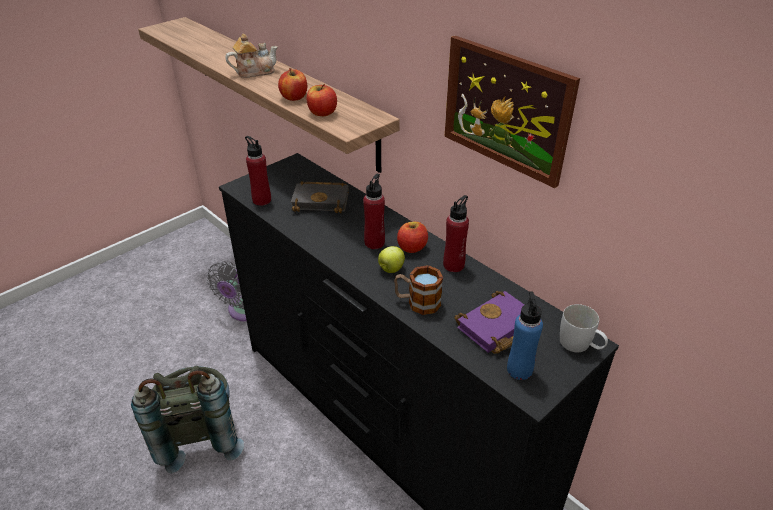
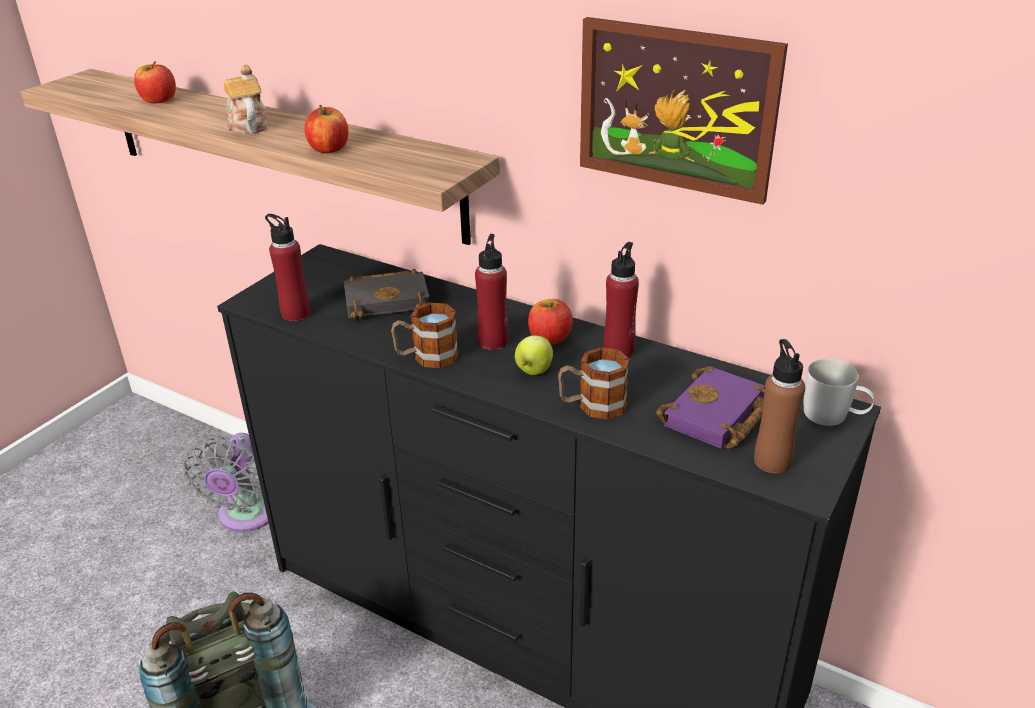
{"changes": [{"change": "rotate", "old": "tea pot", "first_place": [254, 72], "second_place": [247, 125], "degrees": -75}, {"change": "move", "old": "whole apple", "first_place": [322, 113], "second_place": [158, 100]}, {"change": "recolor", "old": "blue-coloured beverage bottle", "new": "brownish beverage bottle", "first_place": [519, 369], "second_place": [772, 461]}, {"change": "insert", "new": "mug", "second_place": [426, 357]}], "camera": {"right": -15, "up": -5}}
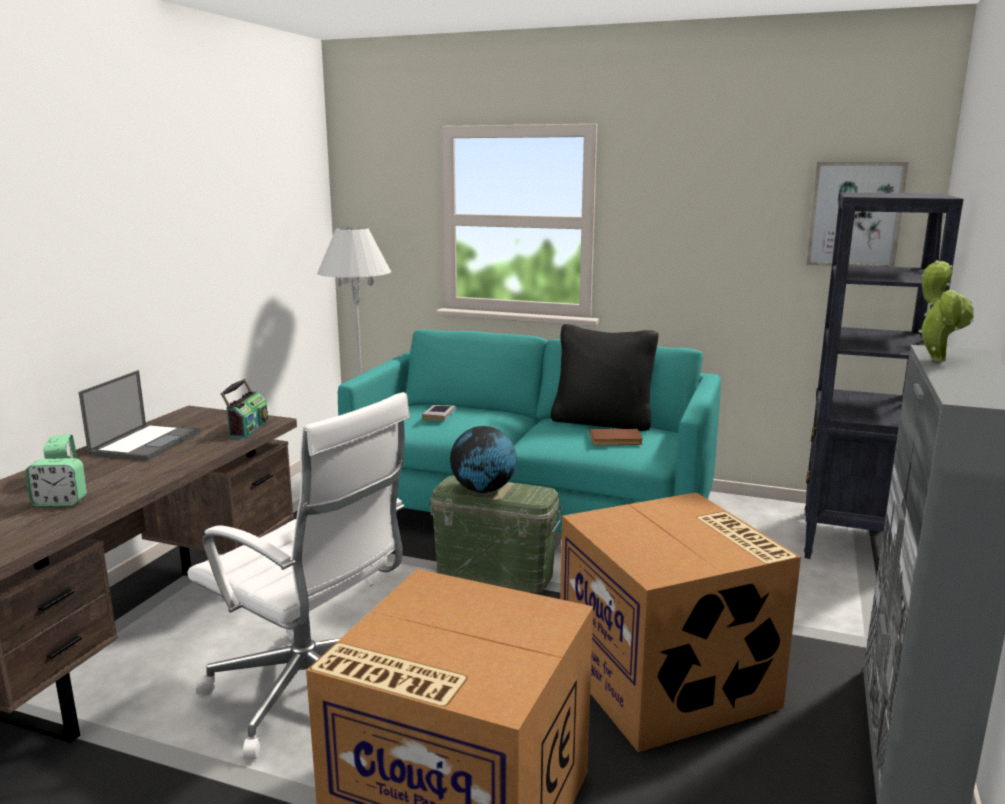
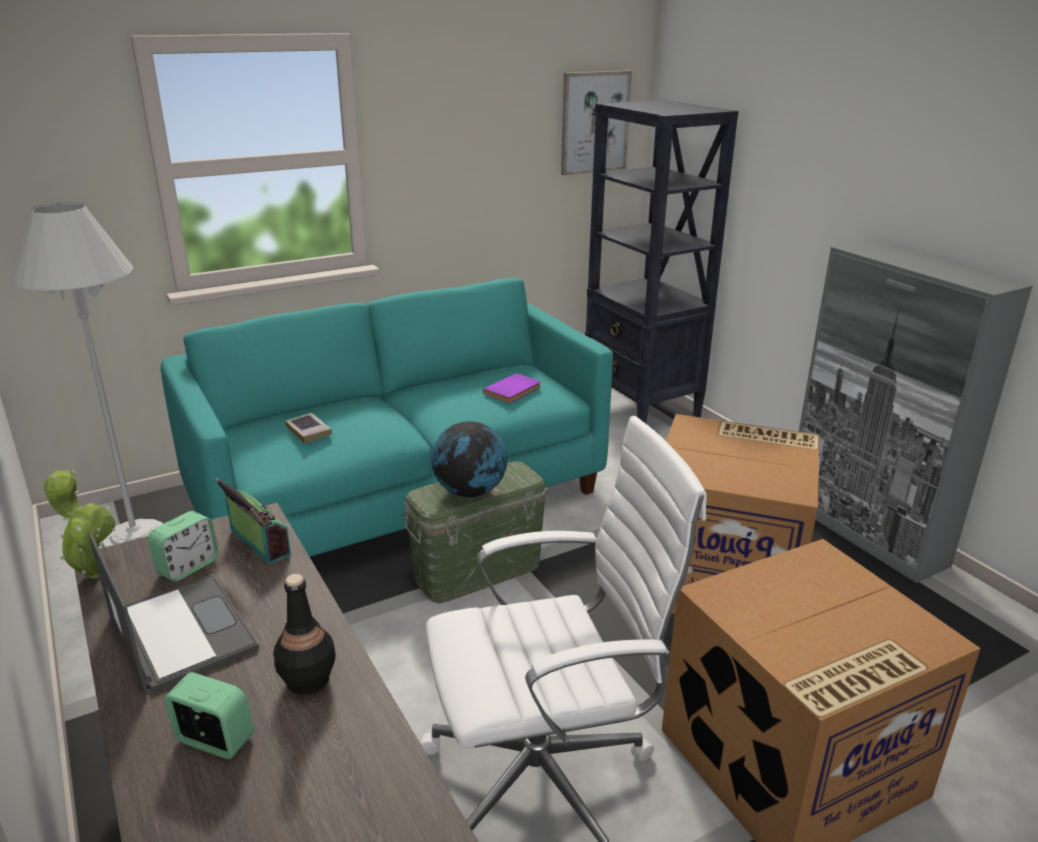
{"changes": [{"change": "move", "old": "alarm clock", "first_place": [60, 502], "second_place": [188, 567]}, {"change": "delete", "old": "blackish throw pillow", "first_place": [602, 422]}, {"change": "recolor", "old": "brownish volume", "new": "purple volume", "first_place": [616, 440], "second_place": [514, 391]}, {"change": "move", "old": "potted plant", "first_place": [936, 359], "second_place": [92, 572]}, {"change": "insert", "new": "blackish beverage bottle", "second_place": [308, 681]}], "camera": {"right": -50, "up": 10}}
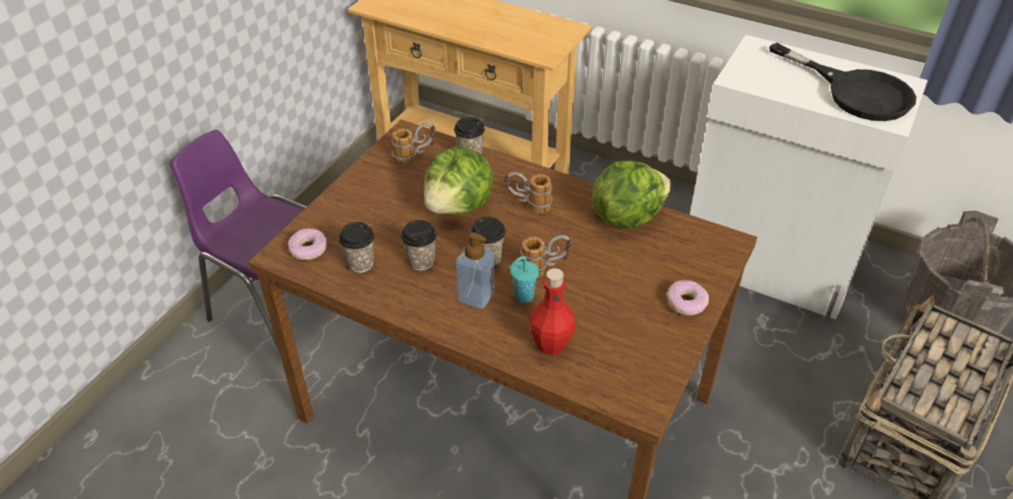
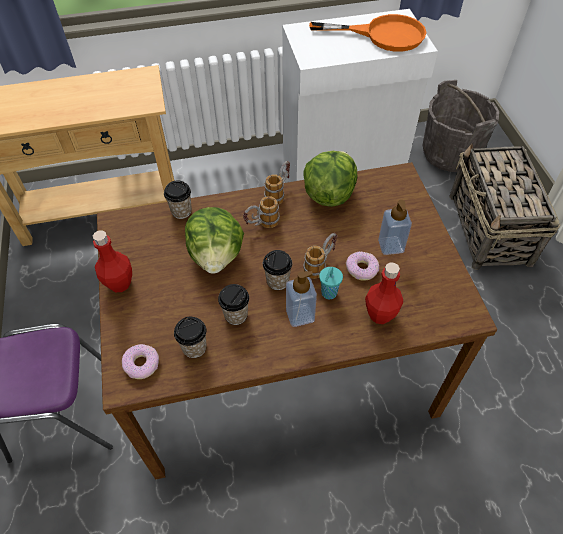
{"changes": [{"change": "move", "old": "mug", "first_place": [415, 157], "second_place": [279, 193]}, {"change": "move", "old": "ring doughnut", "first_place": [686, 302], "second_place": [362, 269]}, {"change": "recolor", "old": "blackish pan", "new": "orange-coloured pan", "first_place": [855, 92], "second_place": [383, 35]}, {"change": "insert", "new": "red beverage bottle", "second_place": [119, 283]}, {"change": "insert", "new": "soap bottle", "second_place": [391, 246]}], "camera": {"right": -40, "up": 10}}
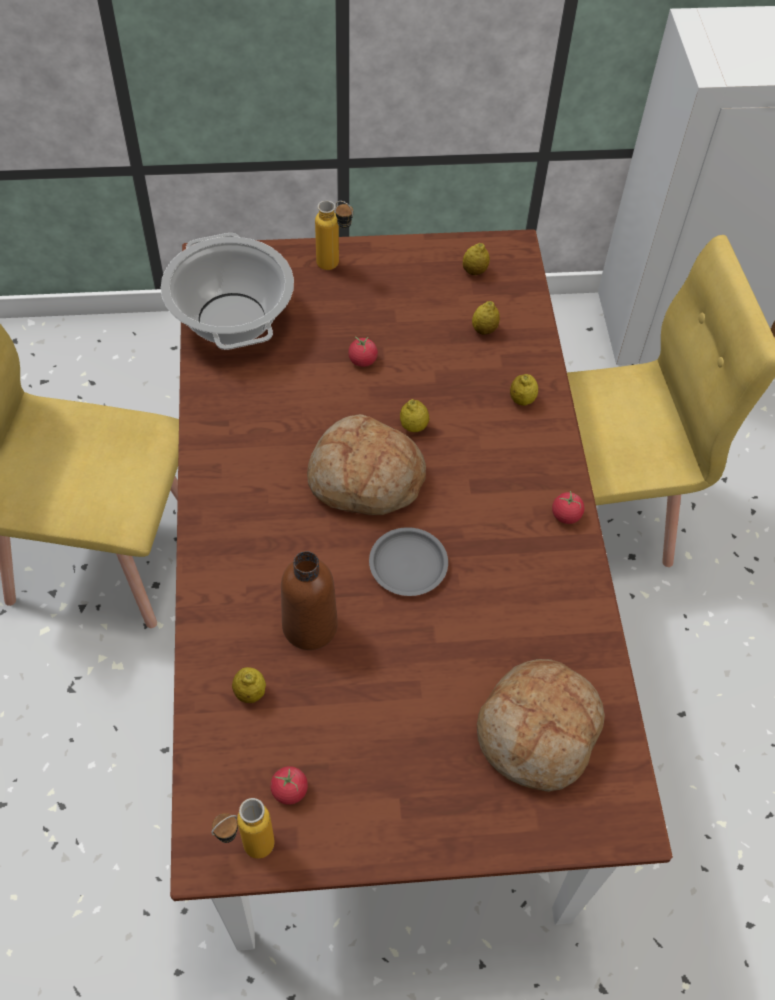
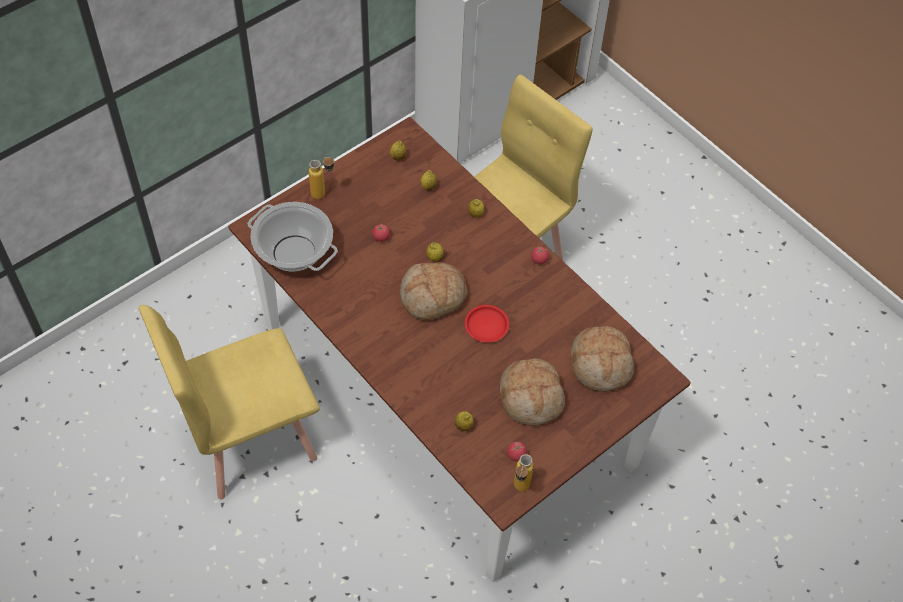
{"changes": [{"change": "delete", "old": "brownish beverage bottle", "first_place": [310, 626]}, {"change": "recolor", "old": "grey plate", "new": "red plate", "first_place": [408, 564], "second_place": [486, 325]}, {"change": "insert", "new": "bread", "second_place": [531, 397]}], "camera": {"right": -35, "up": 0}}
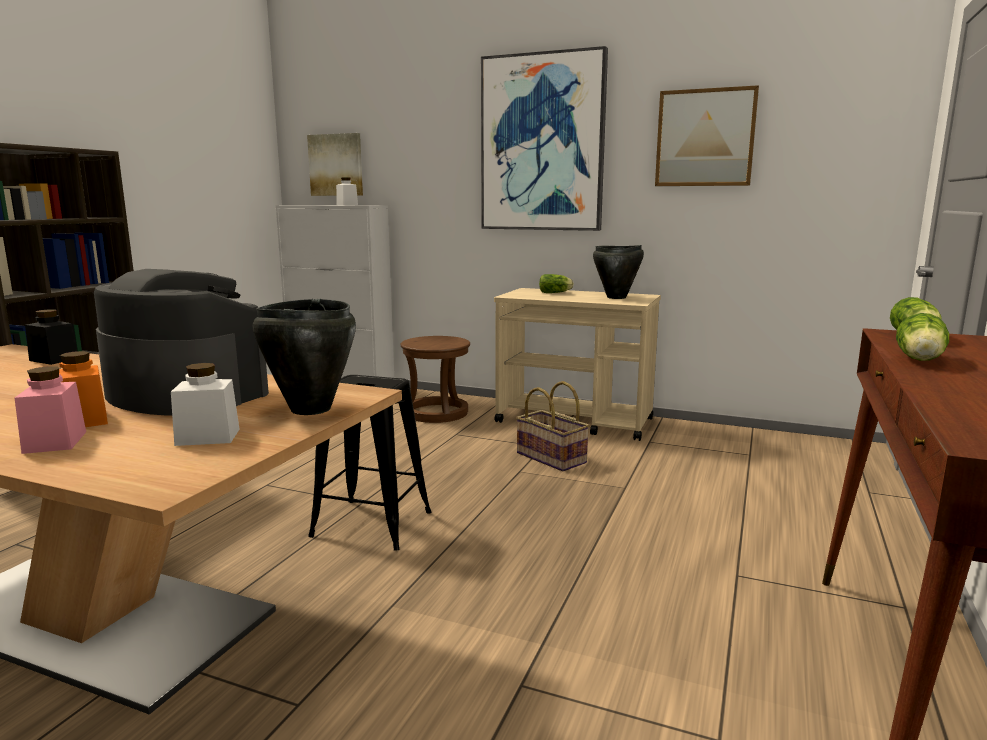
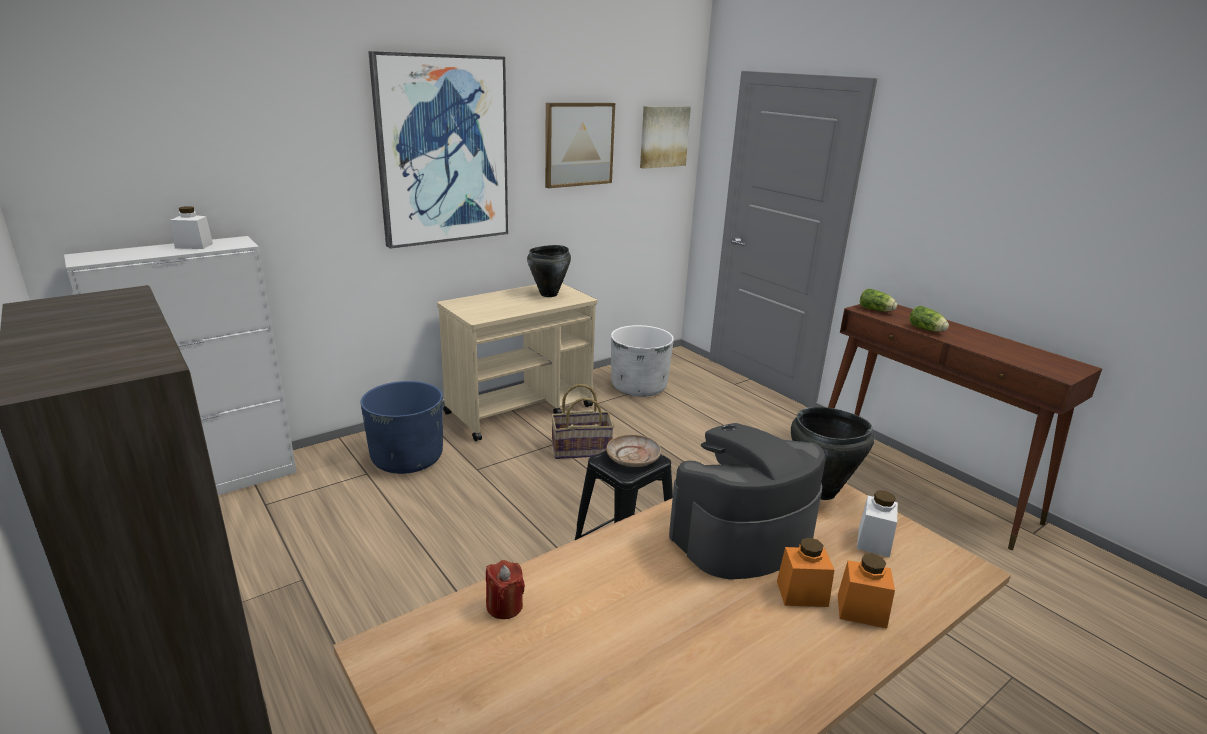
{"changes": [{"change": "recolor", "old": "pink jar", "new": "orange-coloured jar", "first_place": [55, 442], "second_place": [861, 611]}, {"change": "replace", "old": "blackish jar", "new": "red candle", "first_place": [54, 359], "second_place": [504, 606]}, {"change": "move", "old": "wall art", "first_place": [336, 165], "second_place": [663, 136]}, {"change": "replace", "old": "brownish stool seat", "new": "blue-coloured plant pot", "first_place": [437, 413], "second_place": [407, 458]}, {"change": "delete", "old": "lettuce head", "first_place": [556, 293]}, {"change": "insert", "new": "beige-coloured plate", "second_place": [633, 457]}, {"change": "insert", "new": "white-coloured plant pot", "second_place": [638, 387]}], "camera": {"right": -60, "up": 10}}
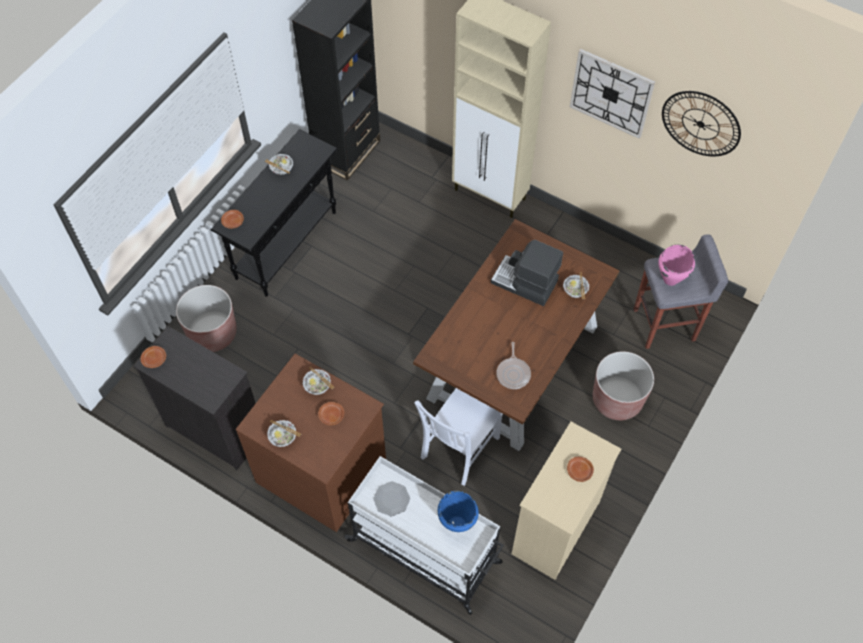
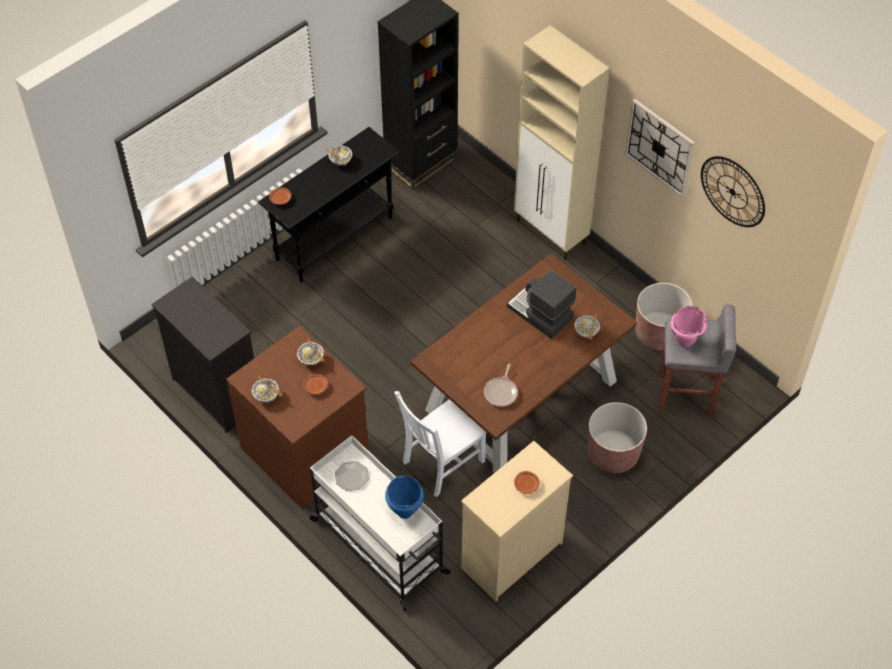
{"changes": [{"change": "delete", "old": "brownish plate", "first_place": [154, 359]}, {"change": "move", "old": "brownish plant pot", "first_place": [212, 333], "second_place": [659, 333]}], "camera": {"right": 15, "up": -5}}
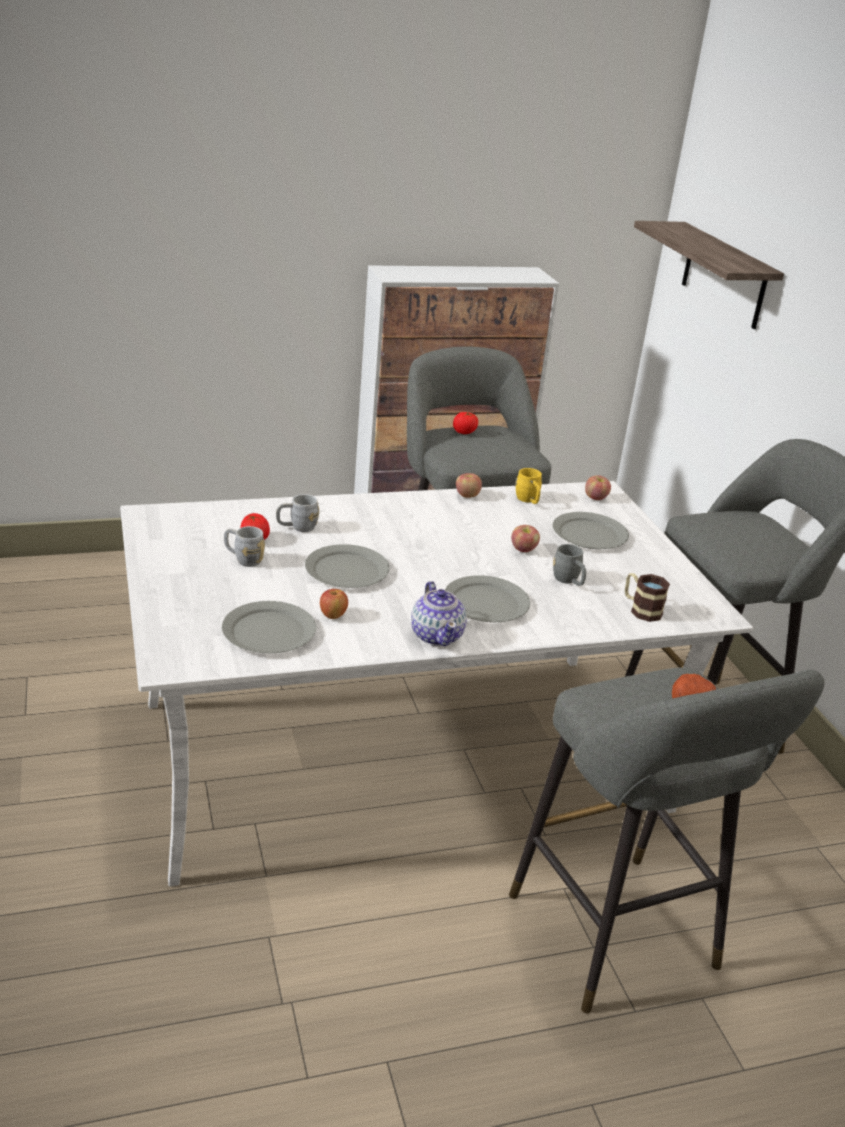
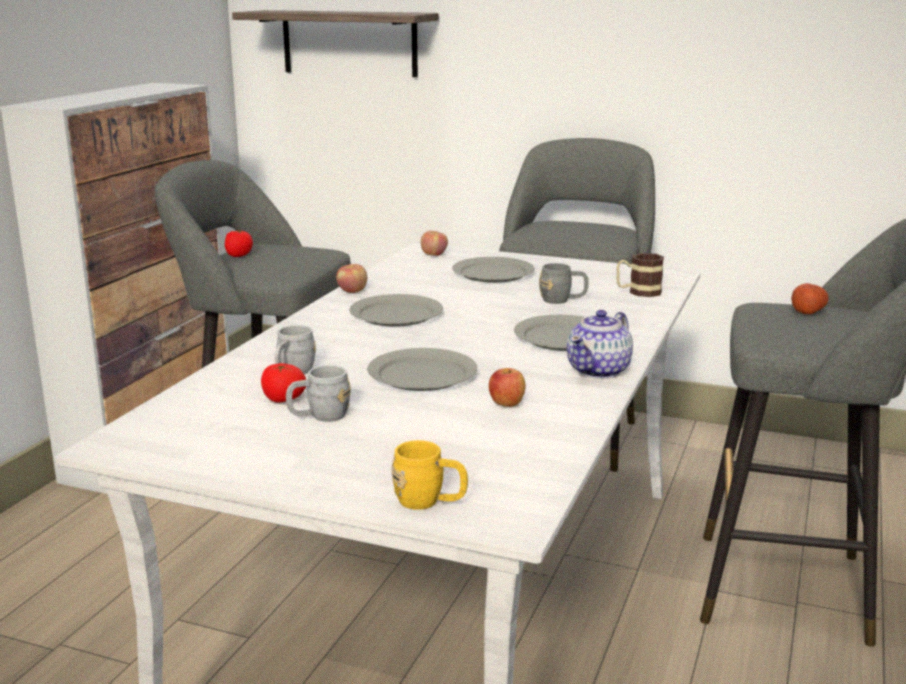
{"changes": [{"change": "move", "old": "grey plate", "first_place": [269, 631], "second_place": [396, 314]}, {"change": "rotate", "old": "tea pot", "first_place": [437, 635], "second_place": [599, 370], "degrees": 105}, {"change": "delete", "old": "whole apple", "first_place": [523, 549]}, {"change": "move", "old": "yellow mug", "first_place": [528, 500], "second_place": [429, 502]}], "camera": {"right": -50, "up": -10}}
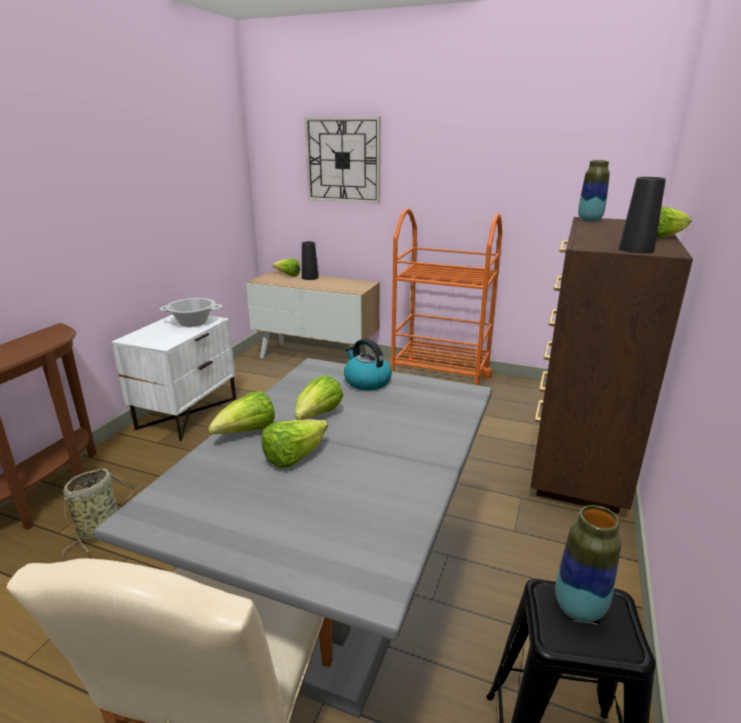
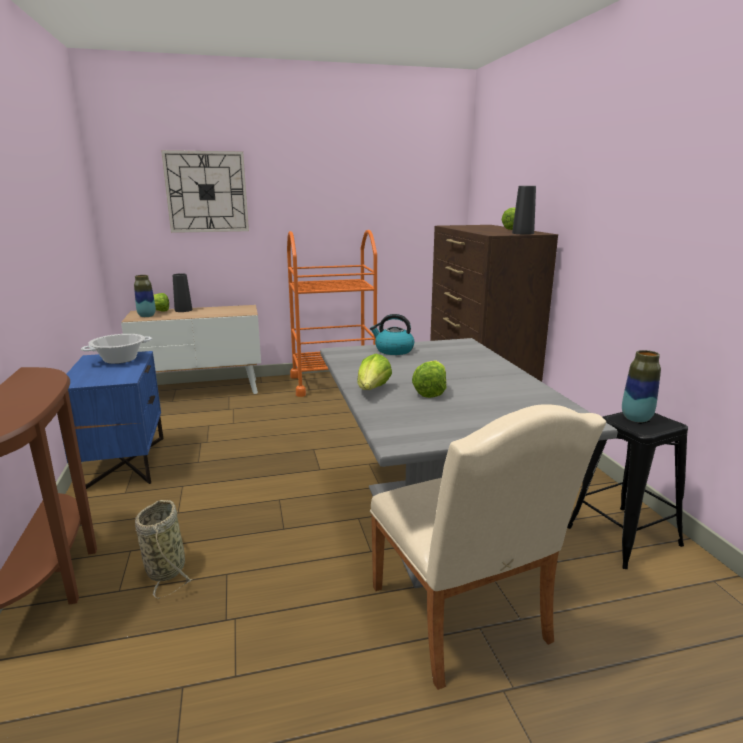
{"changes": [{"change": "recolor", "old": "white-coloured night table", "new": "blue-coloured night table", "first_place": [187, 413], "second_place": [124, 462]}, {"change": "delete", "old": "lettuce head", "first_place": [318, 416]}, {"change": "move", "old": "vase", "first_place": [589, 220], "second_place": [147, 316]}], "camera": {"right": -35, "up": -5}}
